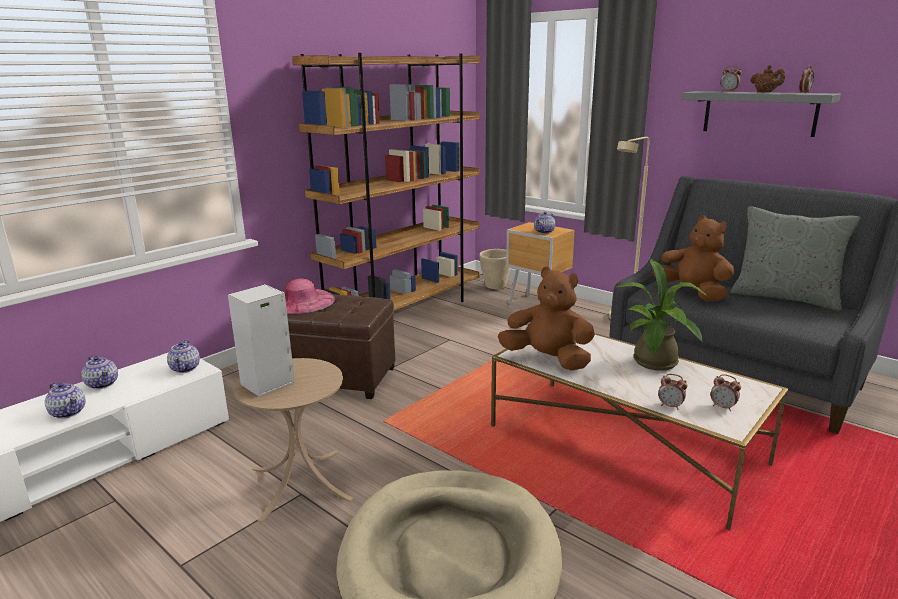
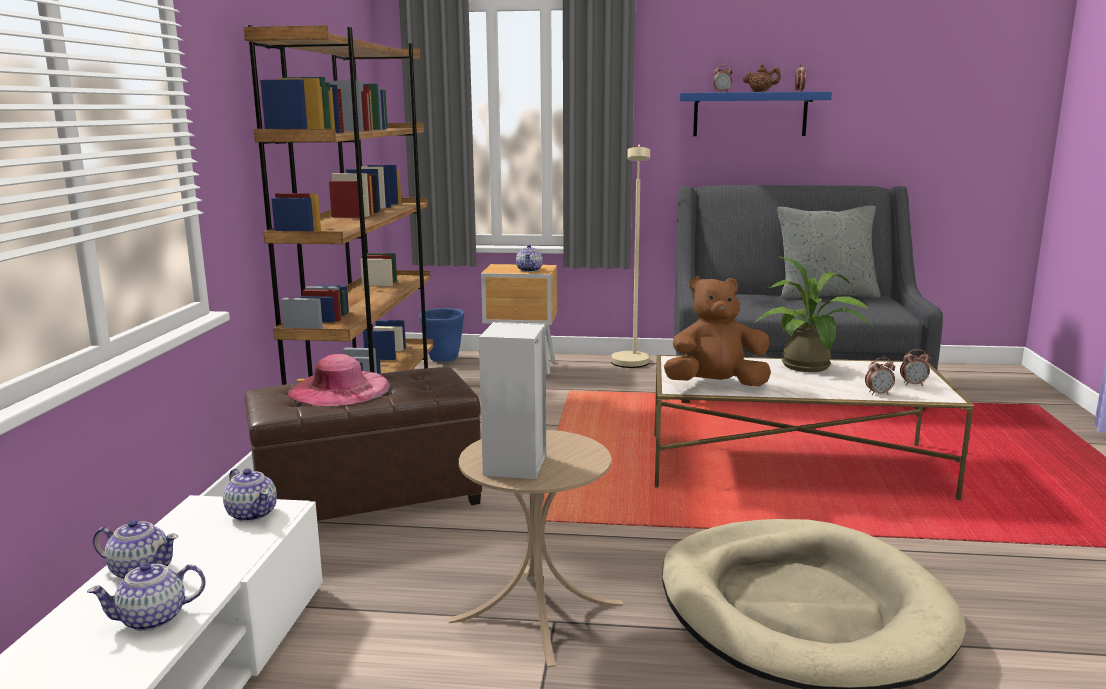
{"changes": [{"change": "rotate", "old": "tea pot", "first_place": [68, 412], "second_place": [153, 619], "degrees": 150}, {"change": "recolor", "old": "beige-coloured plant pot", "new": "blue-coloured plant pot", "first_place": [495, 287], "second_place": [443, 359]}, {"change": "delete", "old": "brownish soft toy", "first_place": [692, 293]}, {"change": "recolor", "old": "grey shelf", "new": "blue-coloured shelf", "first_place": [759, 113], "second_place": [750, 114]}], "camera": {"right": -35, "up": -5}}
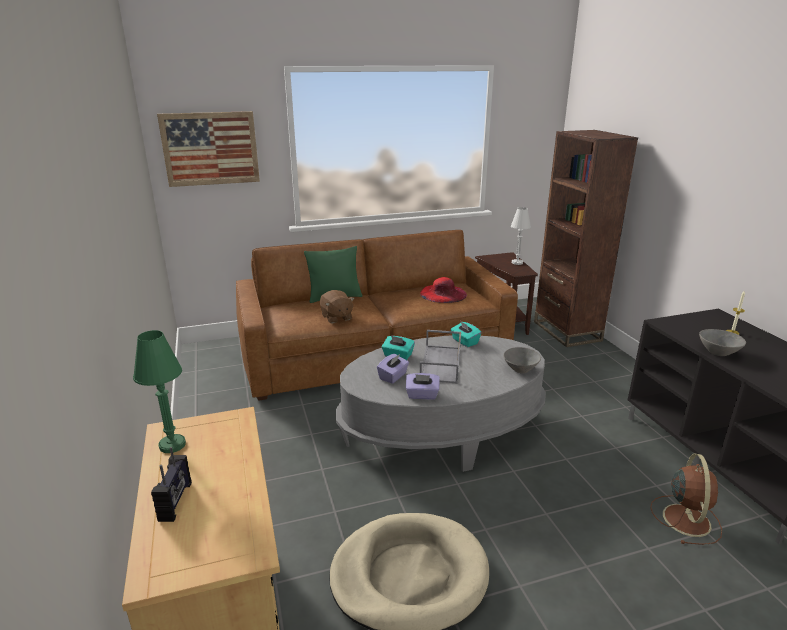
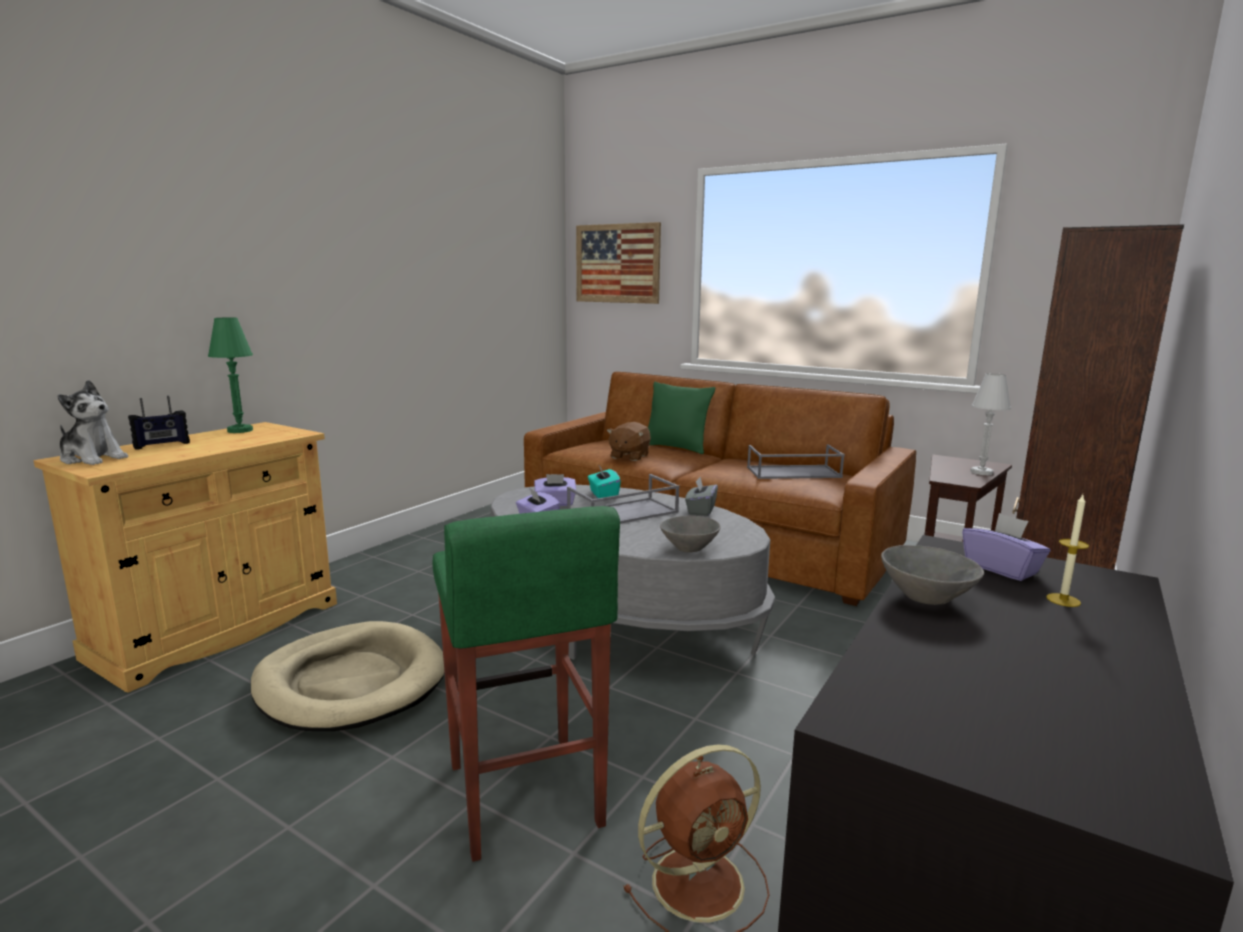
{"changes": [{"change": "replace", "old": "red wearable hat", "new": "grey tray", "first_place": [443, 293], "second_place": [792, 472]}, {"change": "recolor", "old": "turquoise box of tissues", "new": "grey box of tissues", "first_place": [464, 341], "second_place": [700, 510]}, {"change": "insert", "new": "soft toy", "second_place": [93, 458]}, {"change": "insert", "new": "greenish stool seat", "second_place": [522, 796]}, {"change": "insert", "new": "purple box of tissues", "second_place": [1001, 569]}], "camera": {"right": 50, "up": -10}}
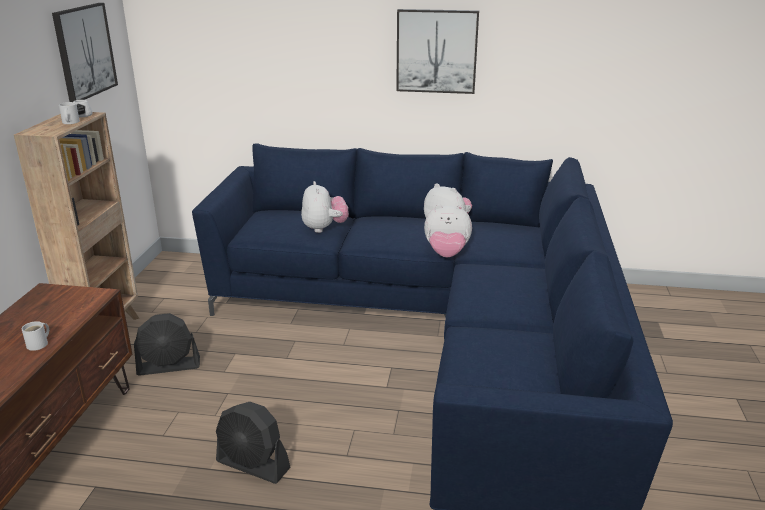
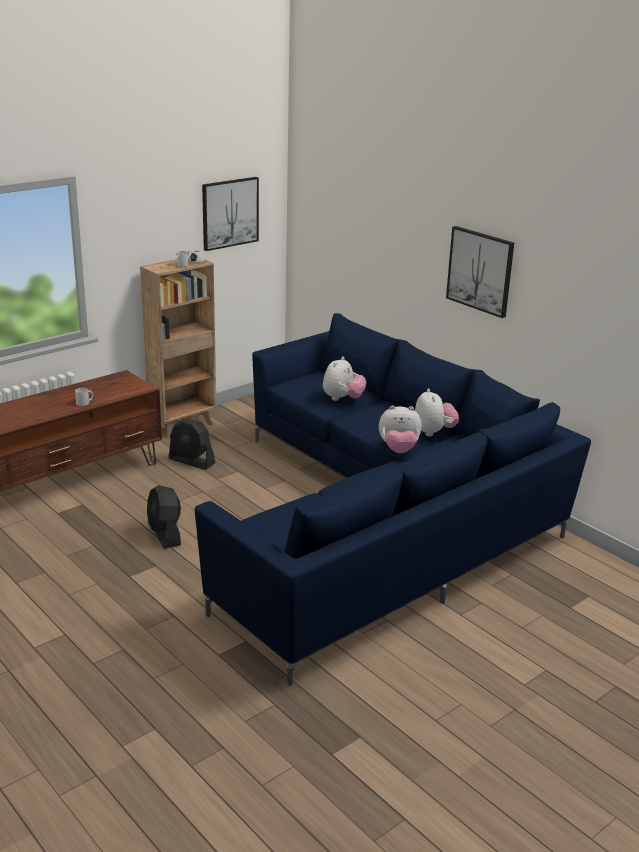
{"changes": [{"change": "rotate", "old": "soft toy", "first_place": [446, 254], "second_place": [398, 450], "degrees": -45}], "camera": {"right": 40, "up": 0}}
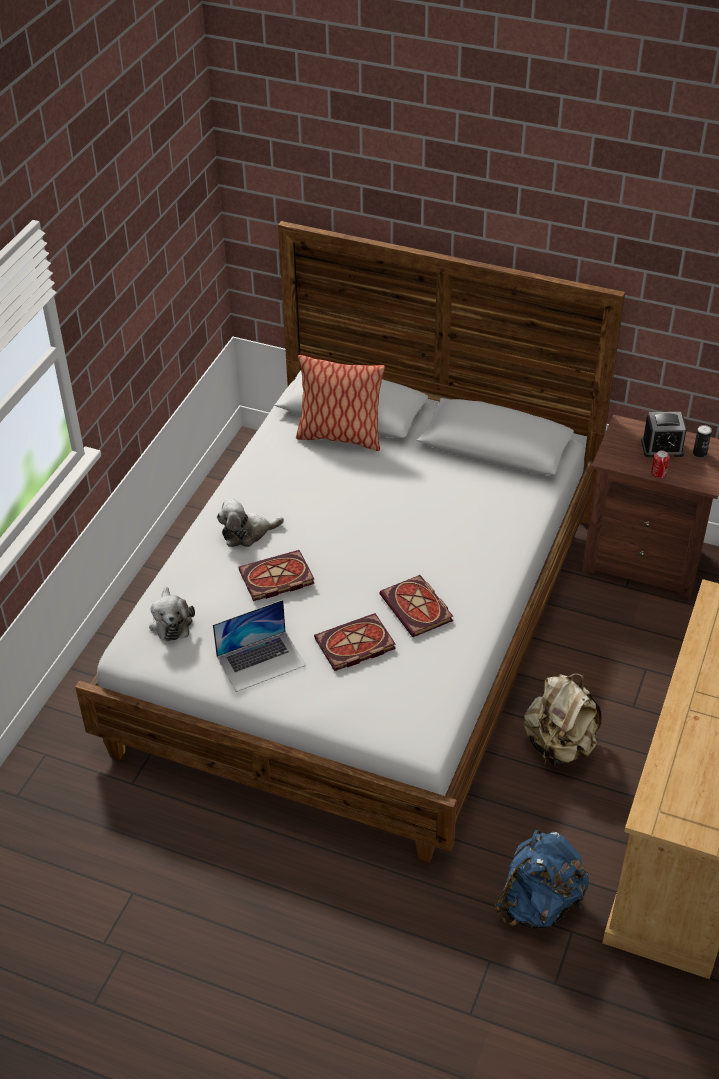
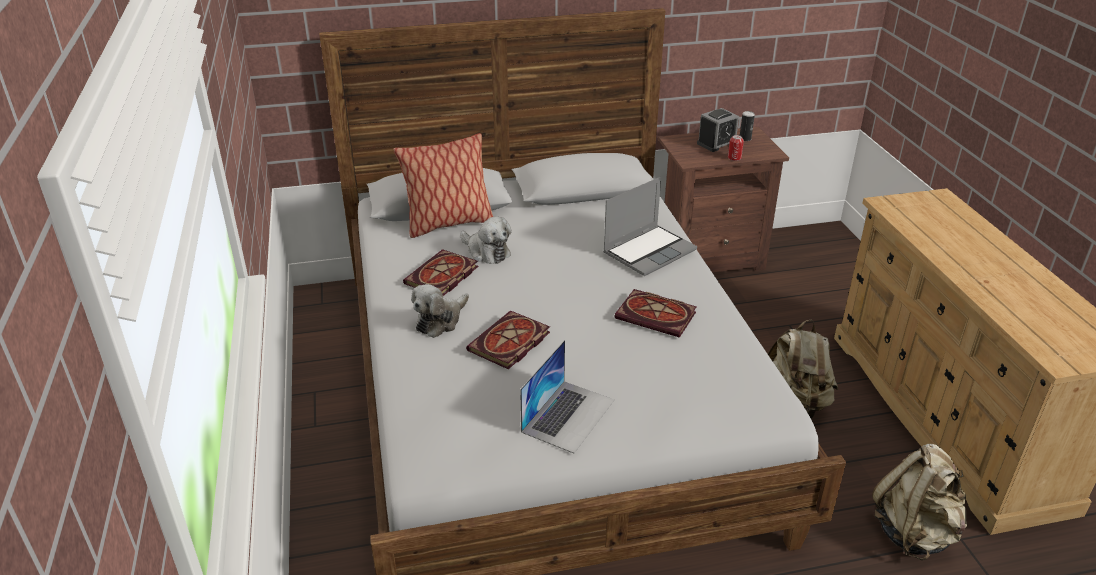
{"changes": [{"change": "move", "old": "soft toy", "first_place": [171, 621], "second_place": [486, 252]}, {"change": "move", "old": "volume", "first_place": [354, 646], "second_place": [442, 277]}, {"change": "recolor", "old": "blue-coloured backpack", "new": "beige-coloured backpack", "first_place": [538, 904], "second_place": [914, 532]}, {"change": "insert", "new": "laptop", "second_place": [649, 251]}], "camera": {"right": -35, "up": -10}}
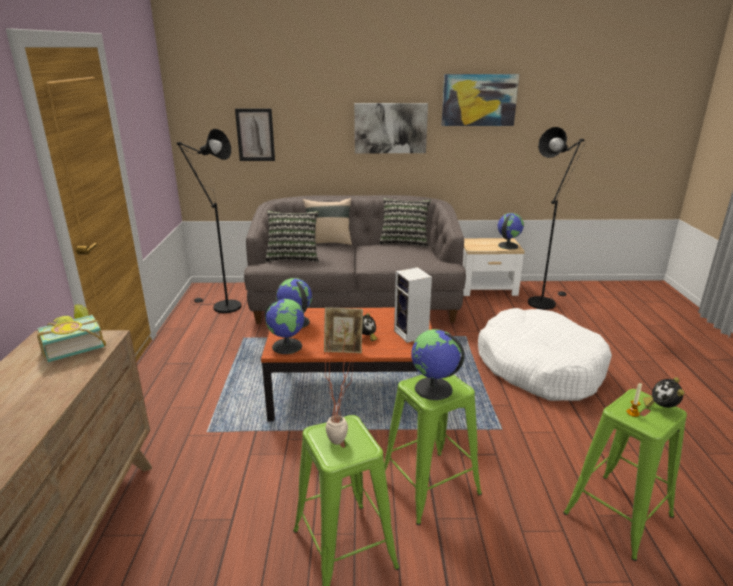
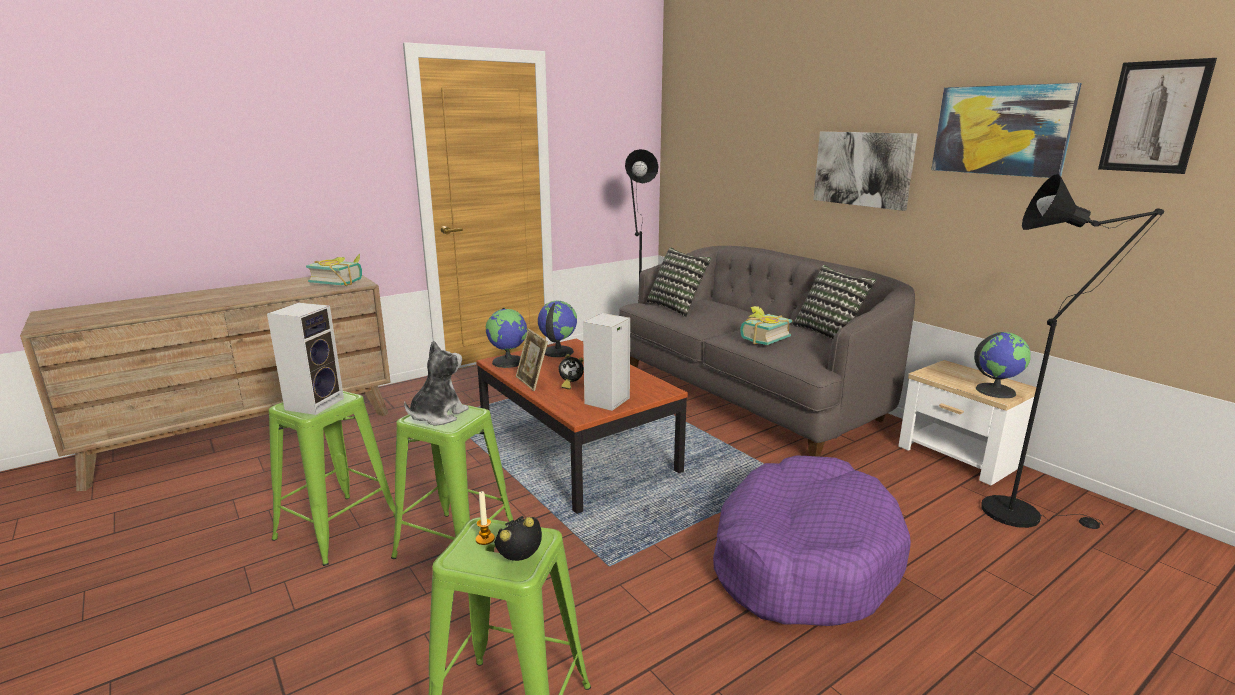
{"changes": [{"change": "move", "old": "wall art", "first_place": [255, 135], "second_place": [1154, 117]}, {"change": "delete", "old": "beige-coloured throw pillow", "first_place": [328, 242]}, {"change": "replace", "old": "potted plant", "new": "loudspeaker", "first_place": [344, 441], "second_place": [315, 403]}, {"change": "replace", "old": "desk globe", "new": "soft toy", "first_place": [433, 389], "second_place": [437, 415]}, {"change": "recolor", "old": "white-coloured pet bed", "new": "purple pet bed", "first_place": [539, 367], "second_place": [803, 559]}, {"change": "insert", "new": "volume", "second_place": [761, 338]}], "camera": {"right": 55, "up": -5}}
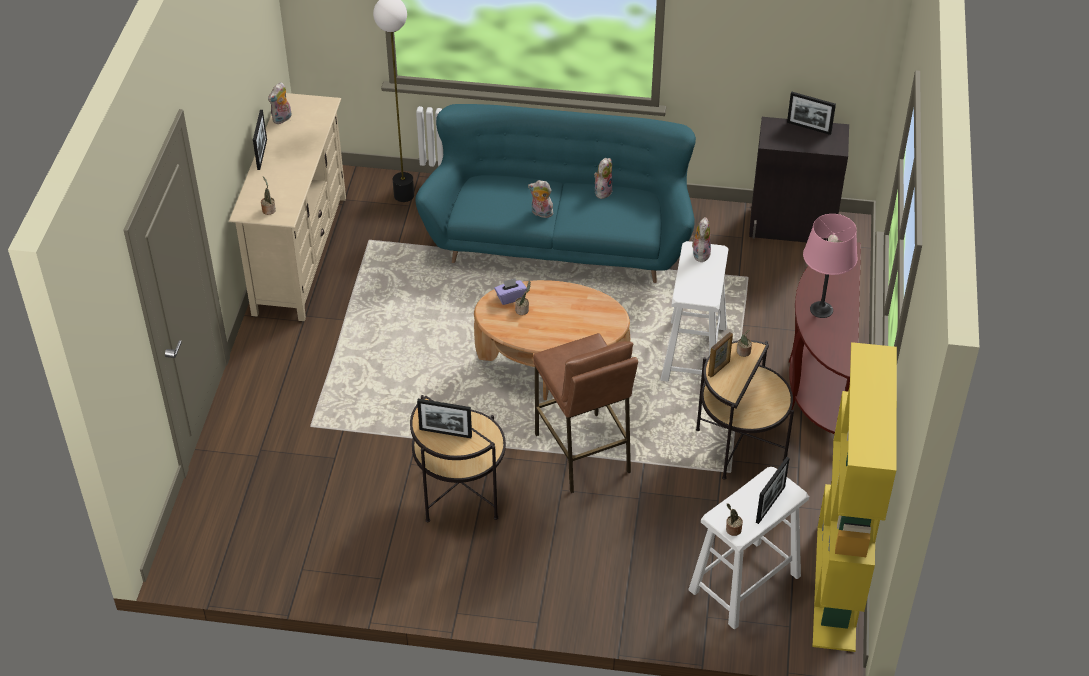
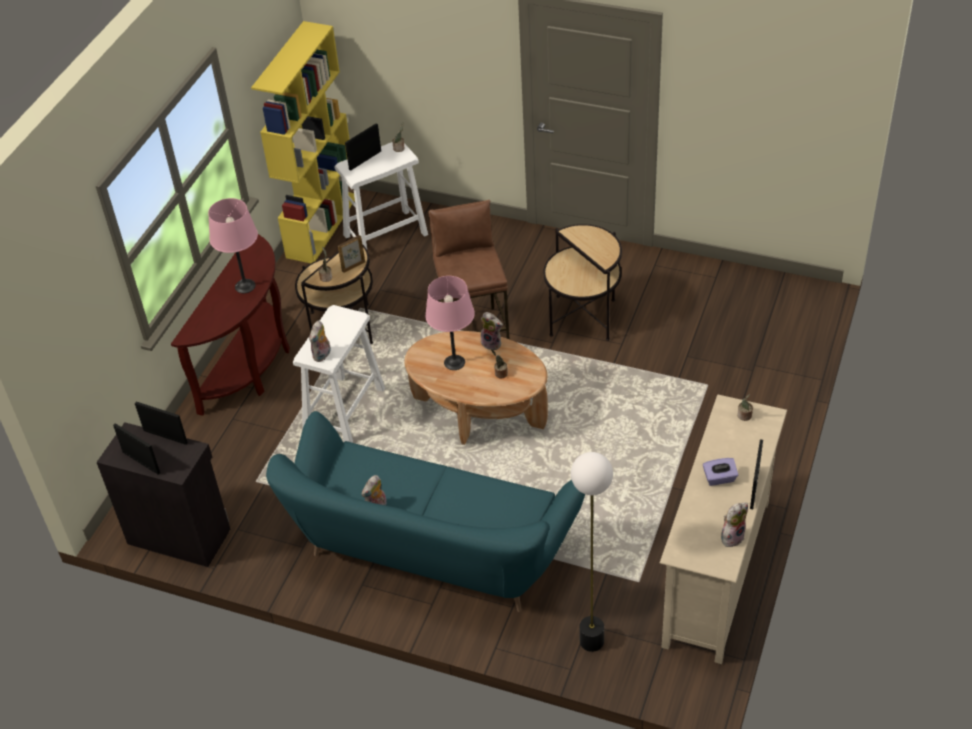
{"changes": [{"change": "move", "old": "photo frame", "first_place": [445, 433], "second_place": [165, 436]}, {"change": "move", "old": "purple box of tissues", "first_place": [510, 297], "second_place": [719, 478]}, {"change": "move", "old": "soft toy", "first_place": [541, 213], "second_place": [492, 343]}, {"change": "insert", "new": "pink lamp for a table", "second_place": [454, 362]}], "camera": {"right": -165, "up": 0}}
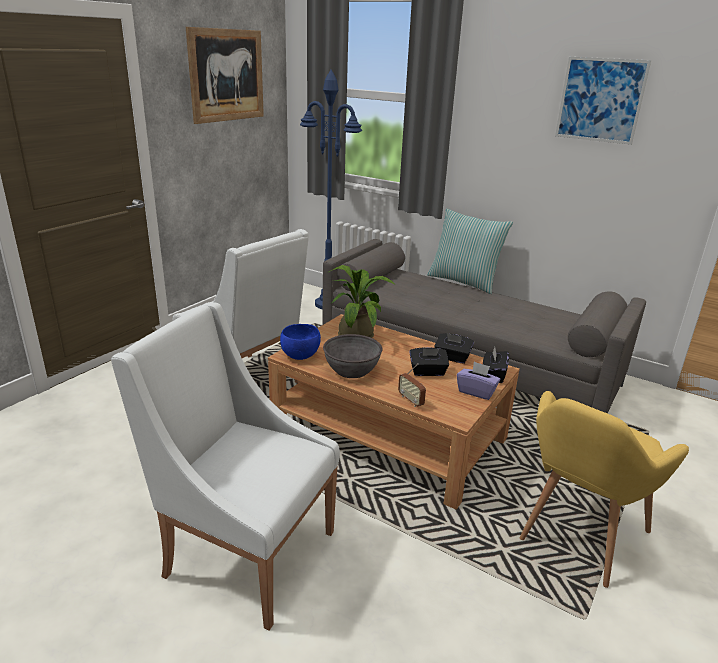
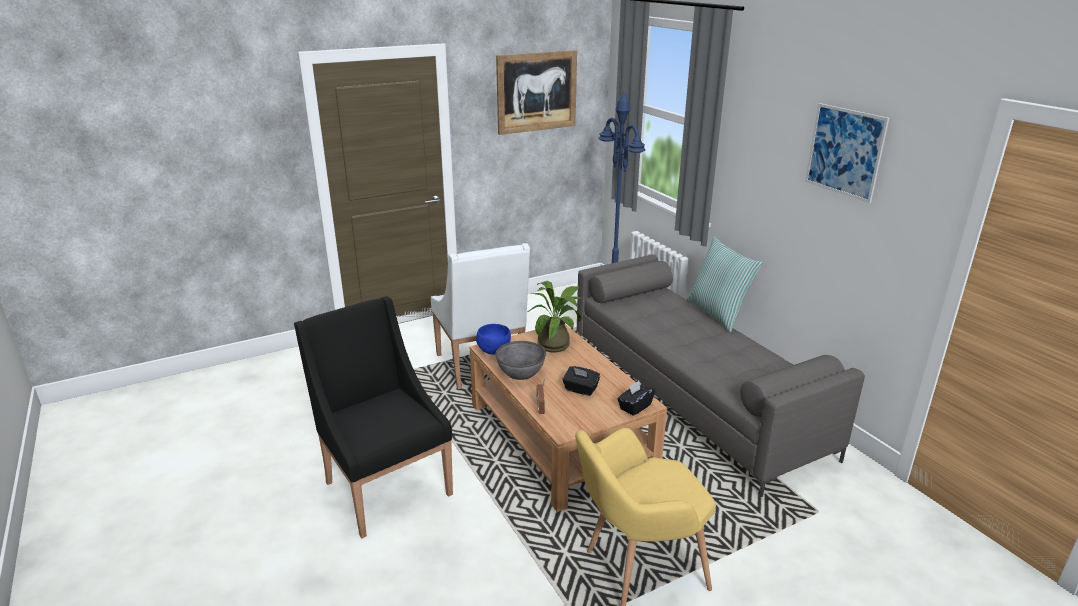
{"changes": [{"change": "recolor", "old": "white-coloured easy chair", "new": "blackish easy chair", "first_place": [245, 553], "second_place": [384, 487]}, {"change": "delete", "old": "blackish box of tissues", "first_place": [452, 357]}, {"change": "delete", "old": "purple box of tissues", "first_place": [476, 391]}], "camera": {"right": 30, "up": 0}}
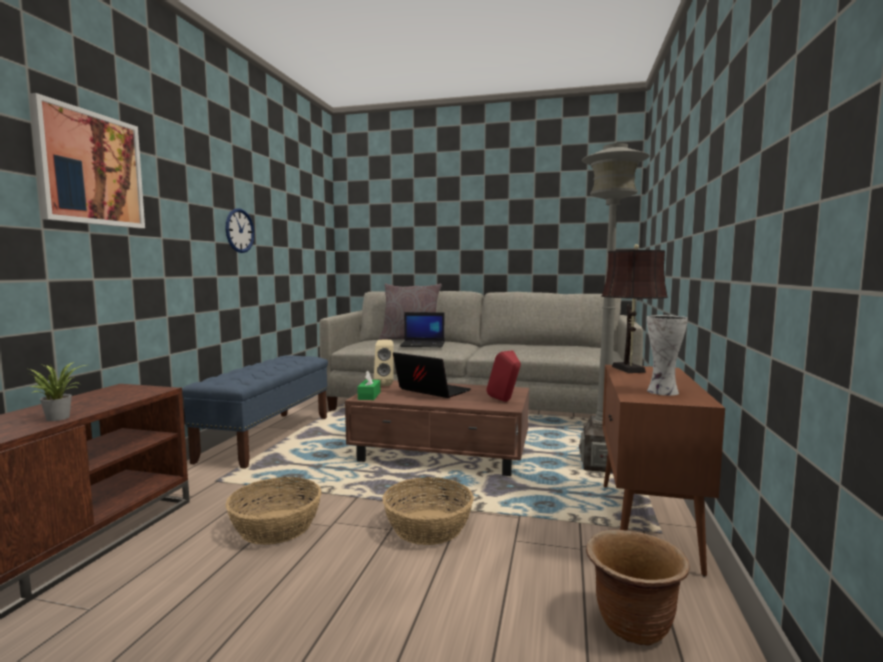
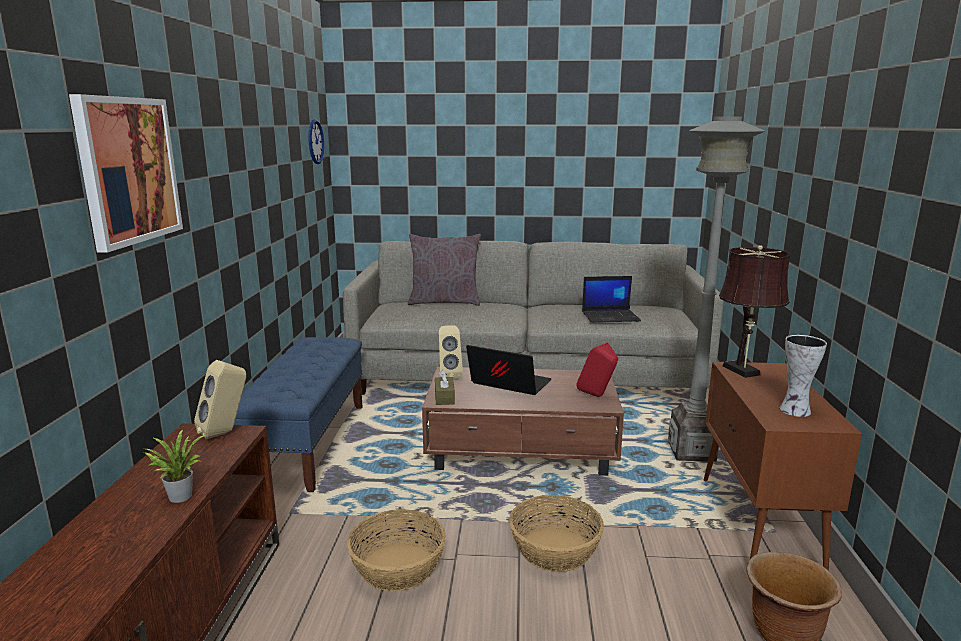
{"changes": [{"change": "move", "old": "clock on the wall", "first_place": [239, 230], "second_place": [315, 141]}, {"change": "recolor", "old": "greenish box of tissues", "new": "brownish box of tissues", "first_place": [369, 396], "second_place": [444, 397]}, {"change": "move", "old": "laptop", "first_place": [423, 345], "second_place": [611, 316]}, {"change": "insert", "new": "beige-coloured loudspeaker", "second_place": [225, 432]}], "camera": {"right": -10, "up": 10}}
